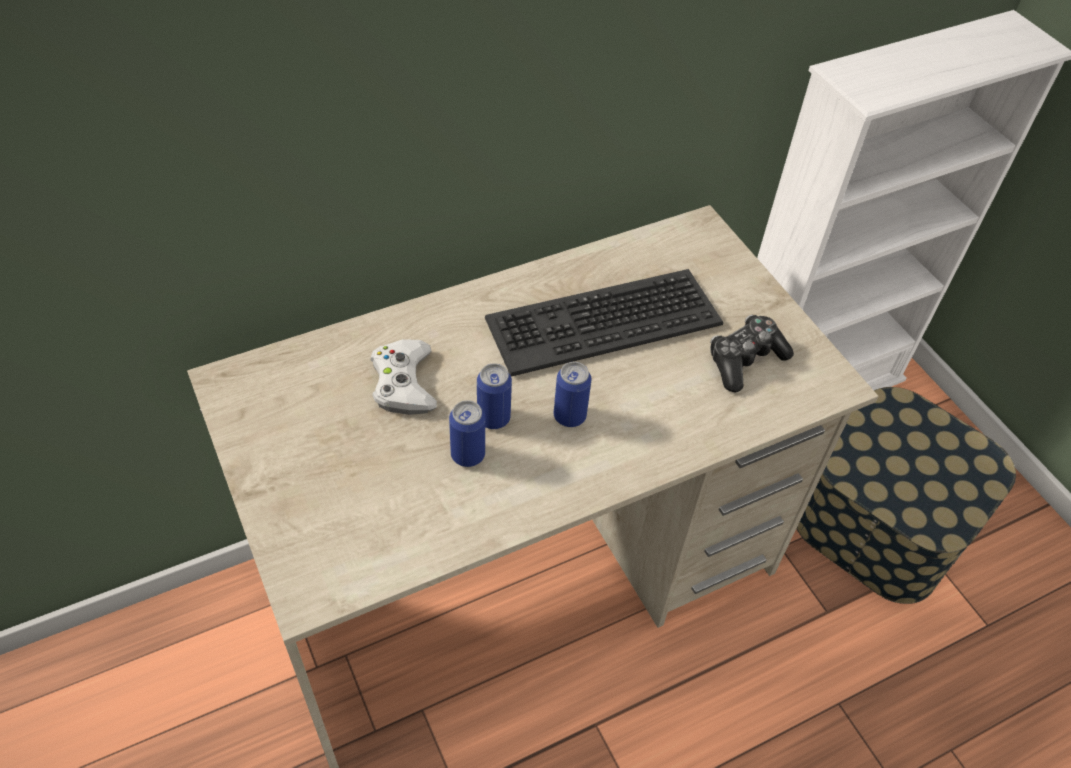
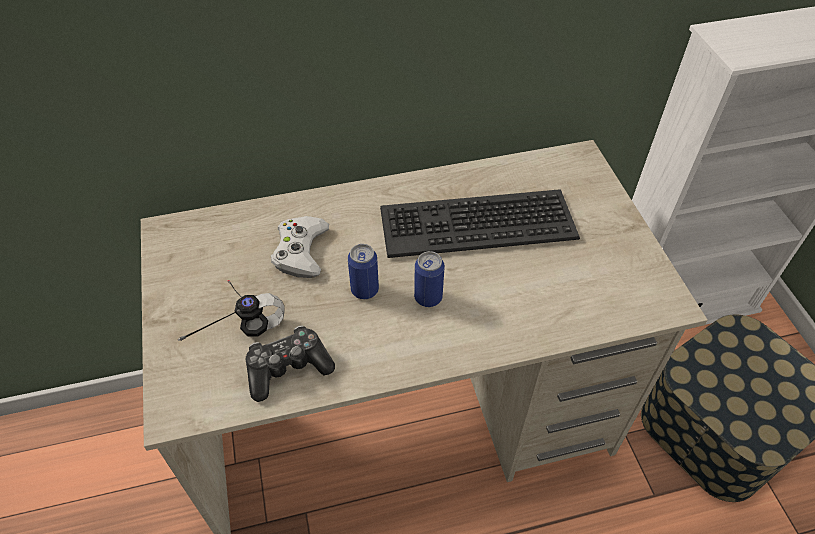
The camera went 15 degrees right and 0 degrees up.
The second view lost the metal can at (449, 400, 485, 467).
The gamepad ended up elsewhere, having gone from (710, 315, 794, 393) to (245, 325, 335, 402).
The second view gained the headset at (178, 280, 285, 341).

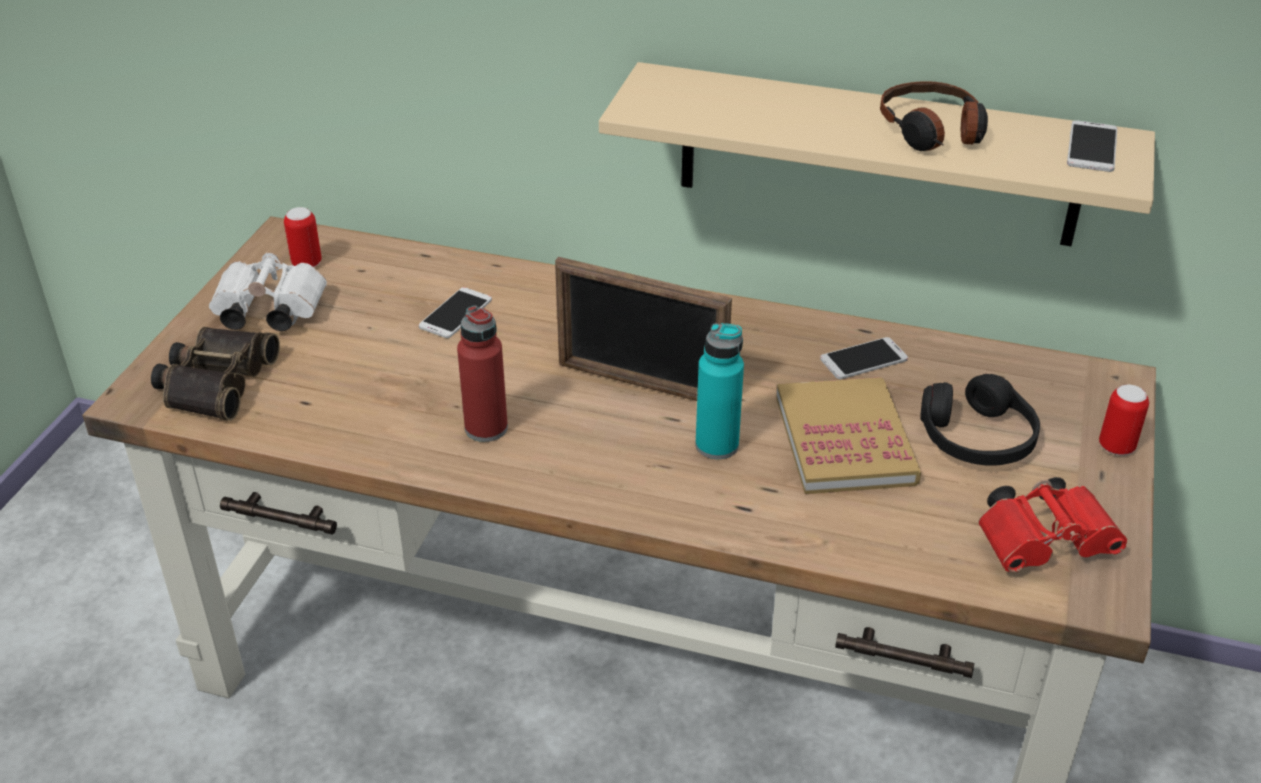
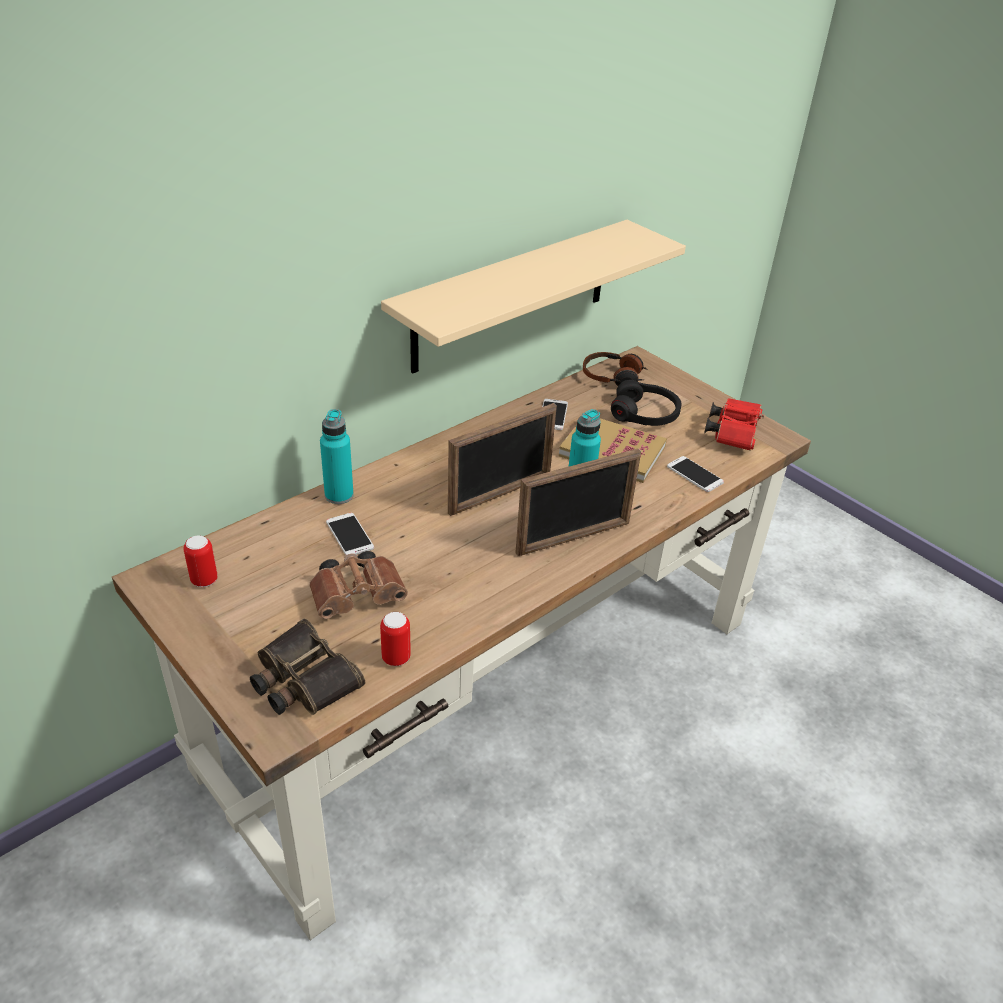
The camera went 60 degrees left and 0 degrees up.
The second view lost the white field glasses at (209, 252, 327, 331).
The second view lost the red bottle at (457, 305, 508, 442).
The headset ended up elsewhere, having gone from (880, 81, 988, 151) to (583, 352, 648, 386).
The handset ended up elsewhere, having gone from (1067, 120, 1117, 172) to (667, 456, 724, 492).
The metal can ended up elsewhere, having gone from (1099, 384, 1149, 456) to (380, 612, 411, 666).
The second view gained the brown field glasses at (309, 551, 408, 619).
The second view gained the turquoise-coloured bottle at (320, 409, 354, 504).
The second view gained the picture frame at (515, 449, 641, 556).

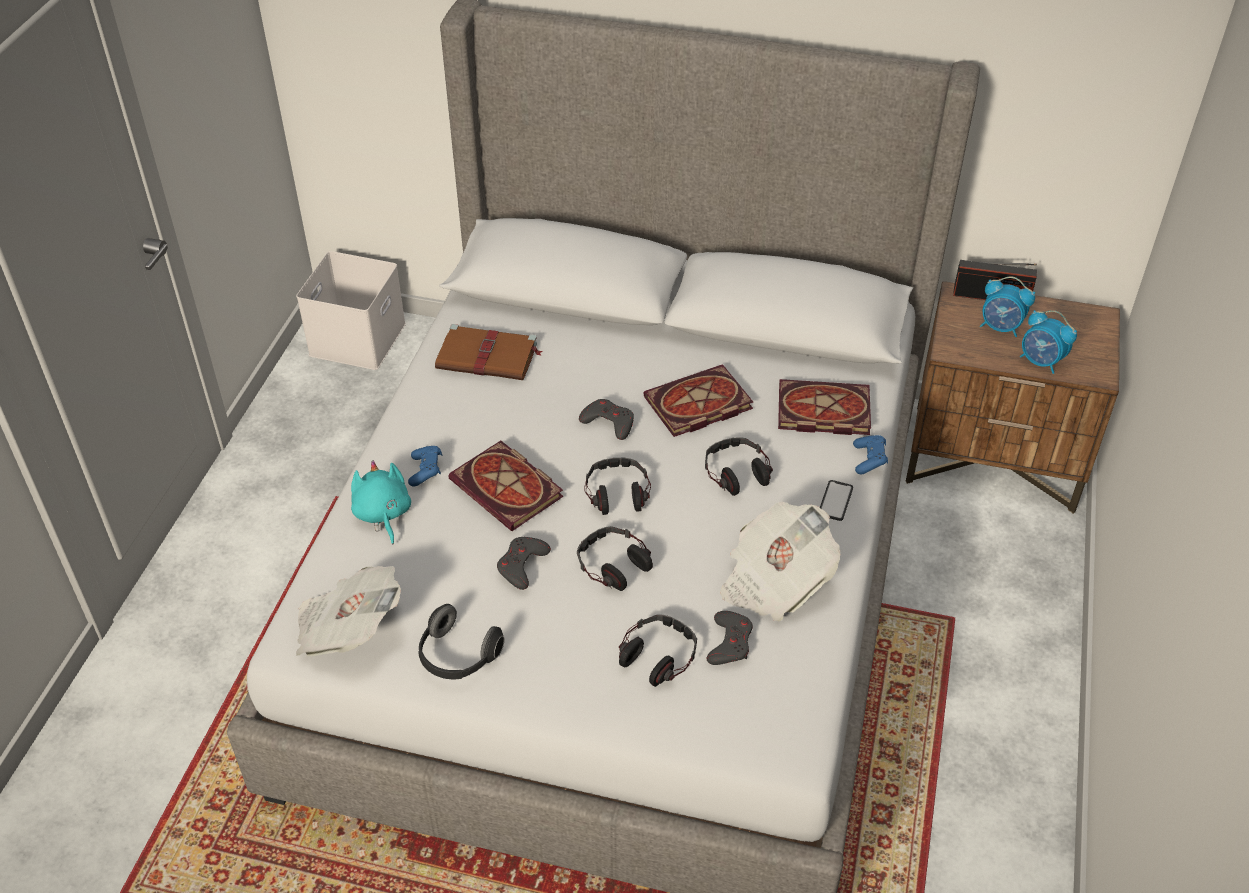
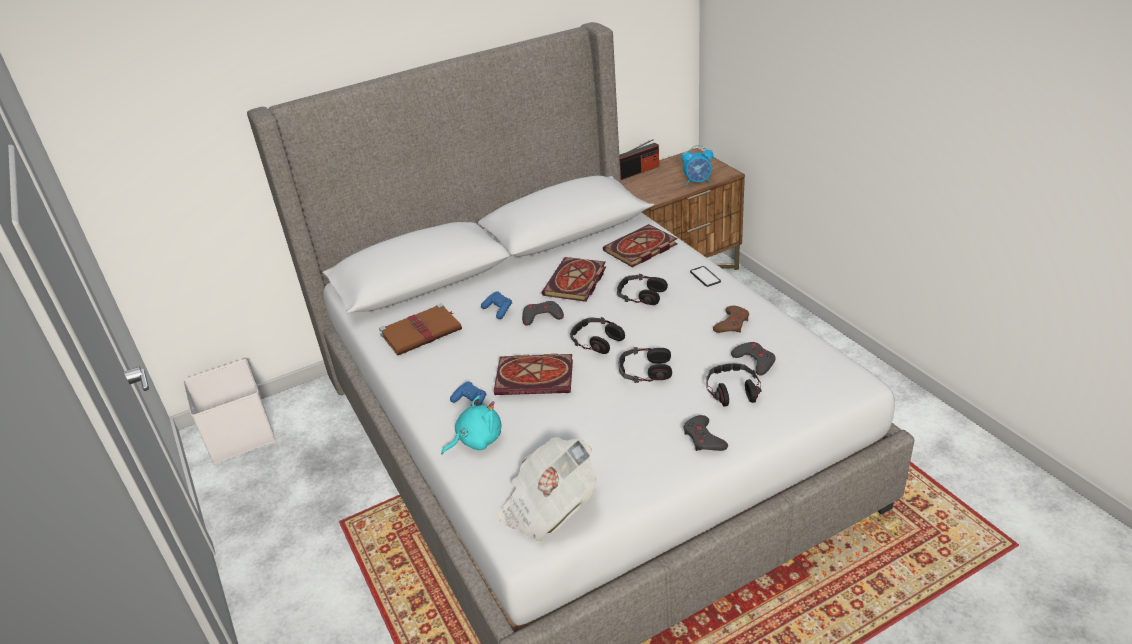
The camera went 40 degrees left and 10 degrees down.
The turquoise-coloured soft toy at (351, 461, 411, 544) ended up facing another way, 120 degrees clockwise from before.
The second view lost the headset at (418, 604, 505, 680).
The gray gamepad ended up elsewhere, having gone from (497, 537, 551, 590) to (684, 415, 728, 451).
Where the printed paper stood at (720, 501, 840, 622), the brown gamepad came to stand at (713, 306, 749, 333).
The blue-coloured gamepad ended up elsewhere, having gone from (853, 435, 888, 474) to (481, 292, 512, 319).
The second view lost the table clock at (980, 277, 1035, 337).

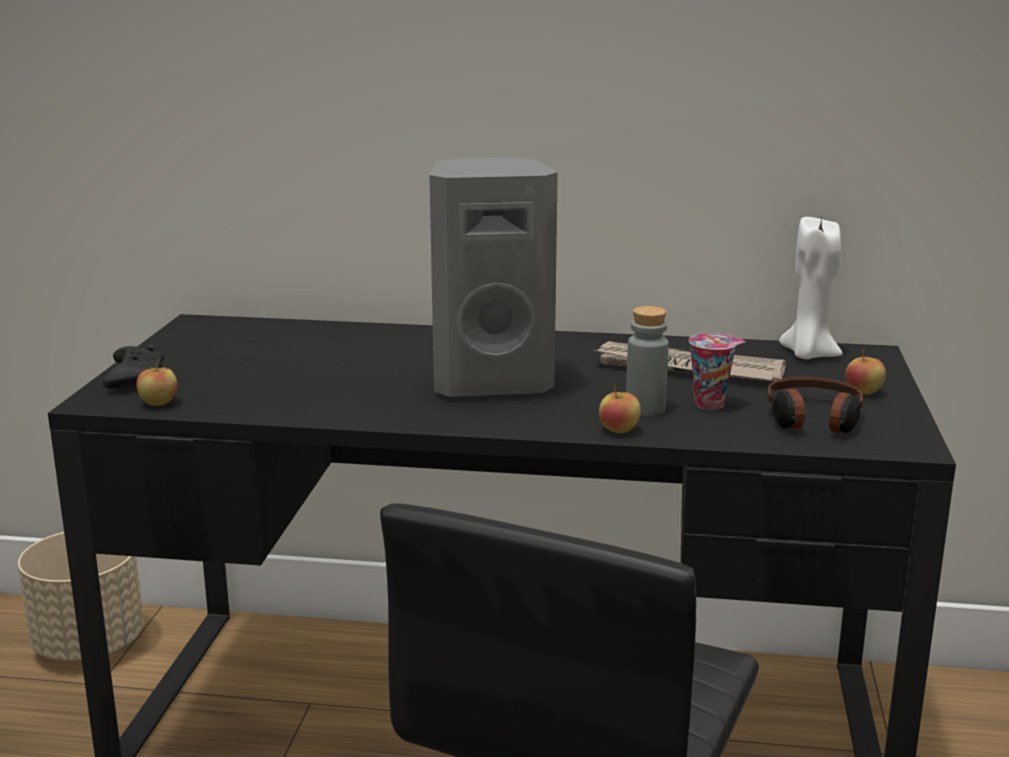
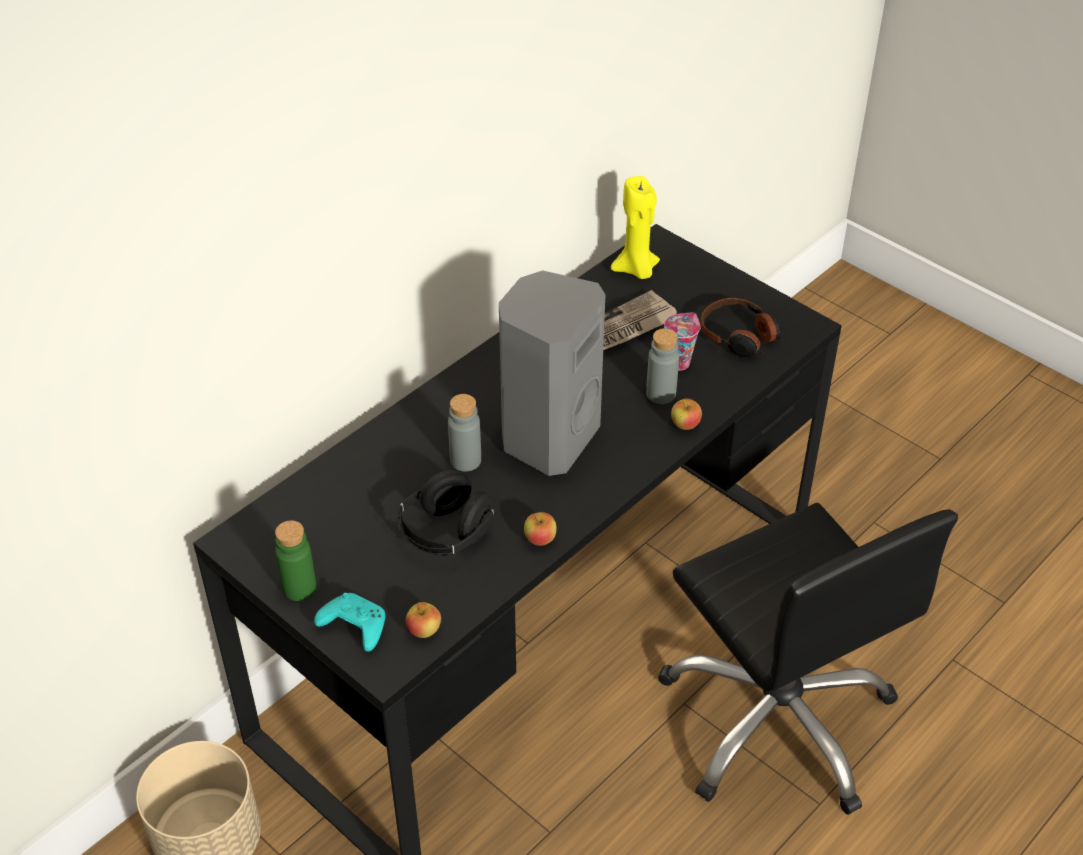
The camera went 55 degrees left and 25 degrees up.
What was the blackish gamepad at (103, 344, 164, 389) turned into the turquoise-coloured gamepad at (314, 593, 385, 652).
What was the white wax light at (779, 217, 843, 359) turned into the yellowish wax light at (611, 176, 660, 279).
The apple ended up elsewhere, having gone from (845, 349, 886, 395) to (524, 512, 557, 546).
The second view gained the green bottle at (275, 520, 316, 601).
The second view gained the blackish headset at (398, 470, 494, 556).
The second view gained the gray bottle at (448, 394, 481, 471).

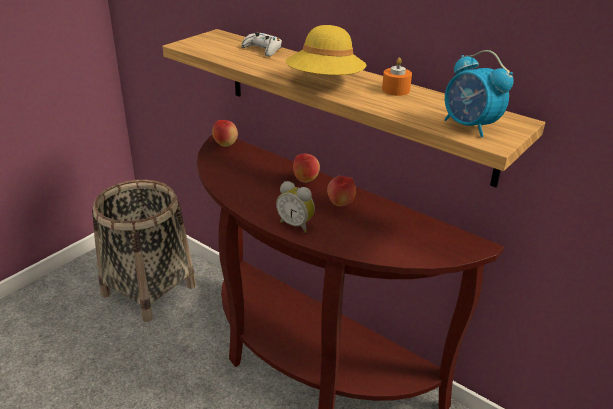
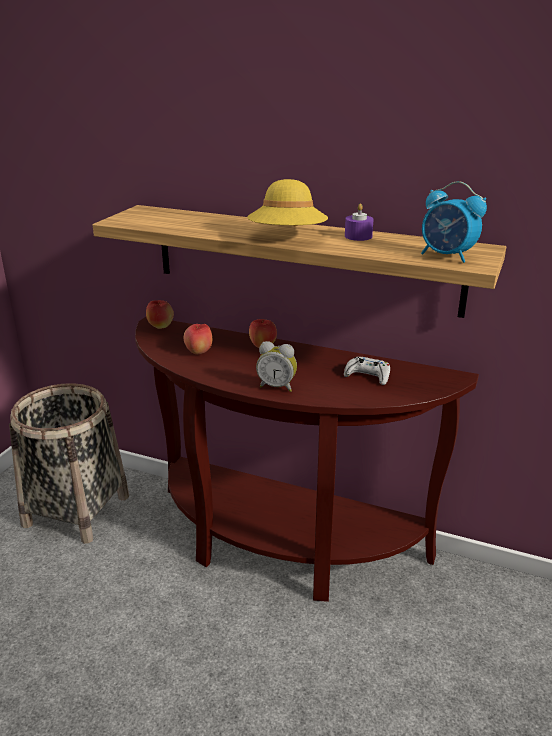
The camera went 15 degrees left and 5 degrees down.
The white gamepad ended up elsewhere, having gone from (241, 32, 282, 57) to (344, 357, 390, 385).
The apple ended up elsewhere, having gone from (327, 176, 356, 206) to (184, 324, 212, 354).
What was the orange-coloured wax light at (382, 58, 412, 96) turned into the purplish wax light at (345, 203, 374, 241).

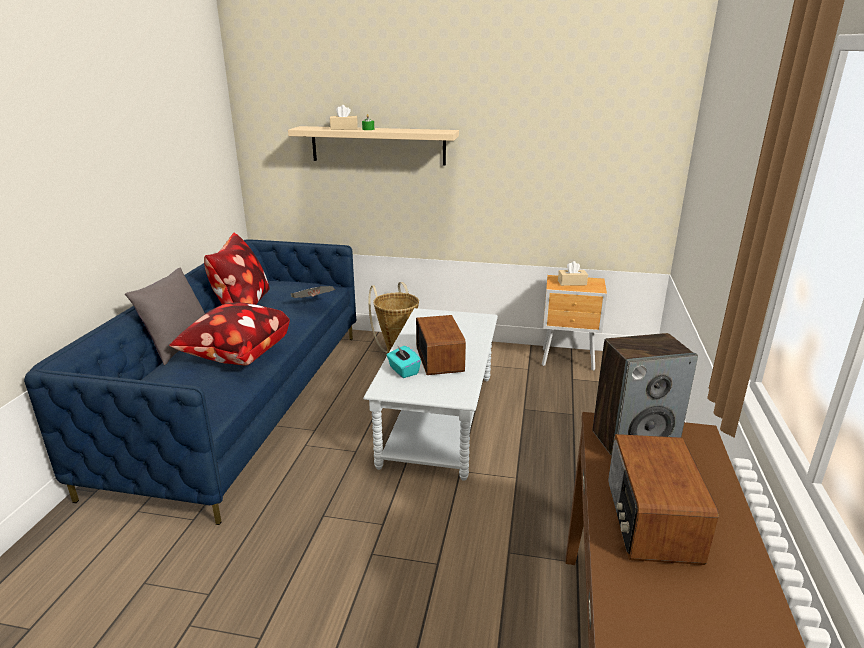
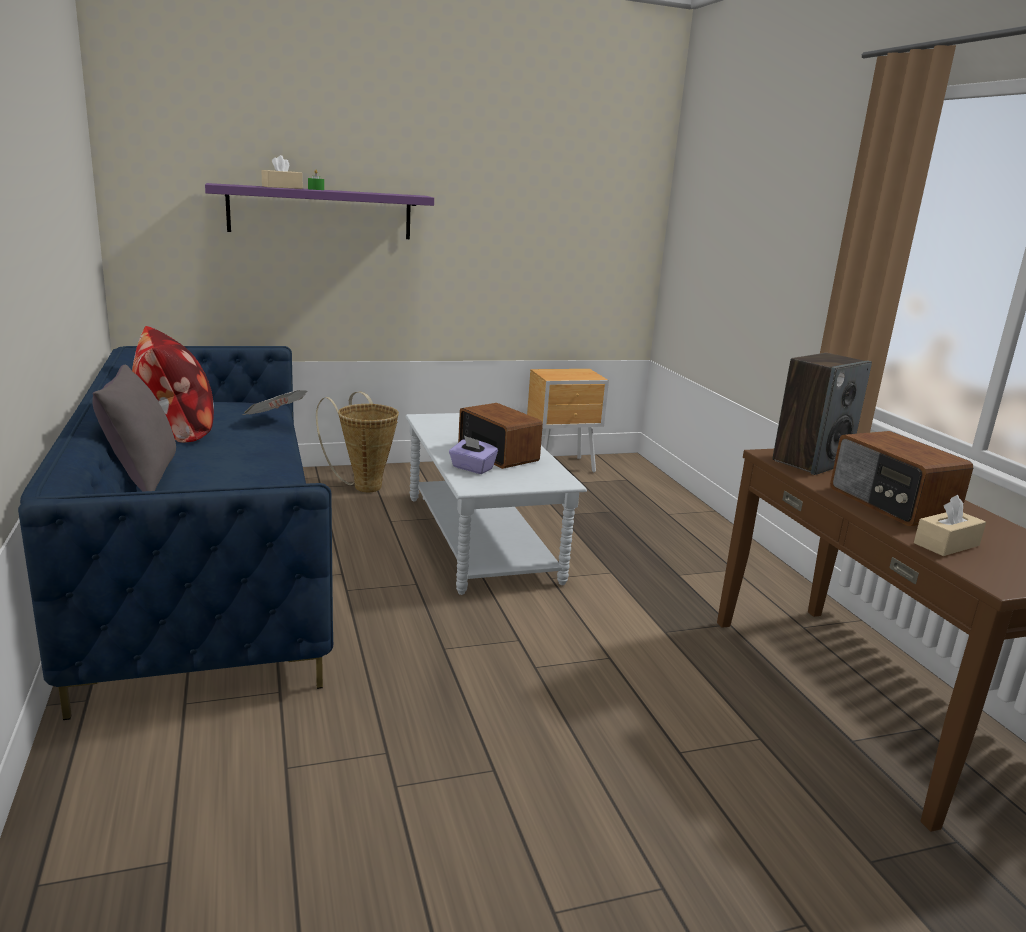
The camera went 30 degrees left and 5 degrees down.
The second view lost the throw pillow at (170, 303, 290, 365).
What was the sand-coloured wall shelf at (288, 126, 459, 166) turned into the purplish wall shelf at (205, 183, 434, 239).
What was the turquoise-coloured tissue holder at (387, 345, 421, 378) turned into the purplish tissue holder at (449, 436, 498, 474).
The sand-coloured tissue holder ended up elsewhere, having gone from (558, 261, 588, 286) to (914, 495, 986, 556).

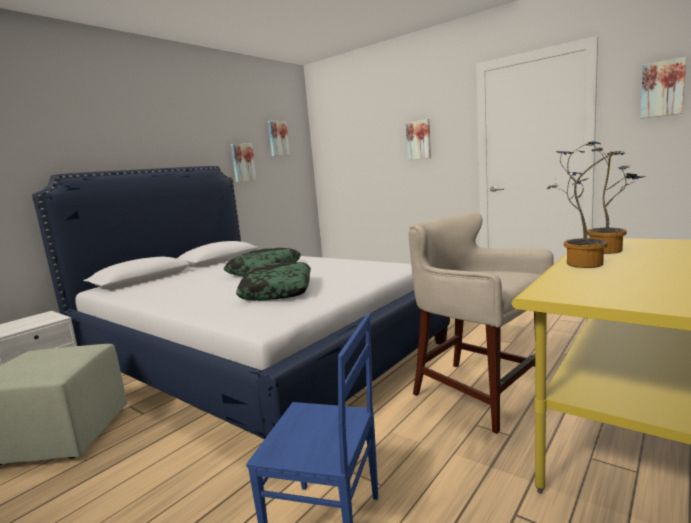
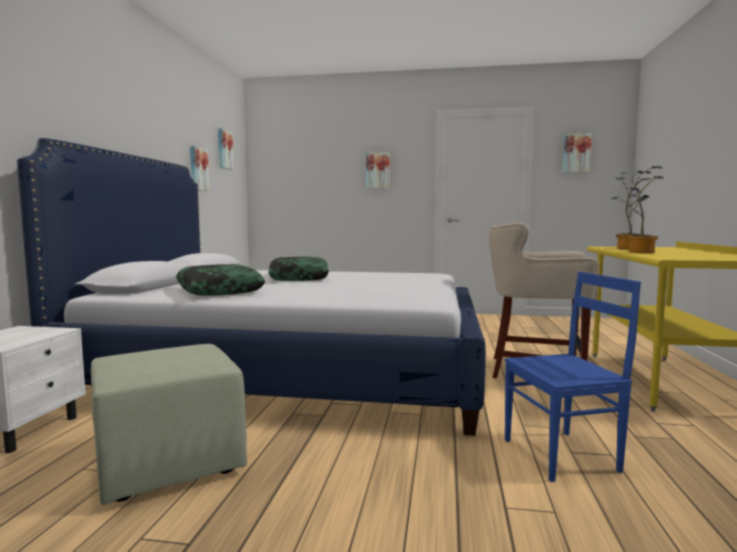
The camera went 30 degrees left and 5 degrees down.
The throw pillow ended up elsewhere, having gone from (236, 262, 311, 301) to (176, 264, 265, 296).

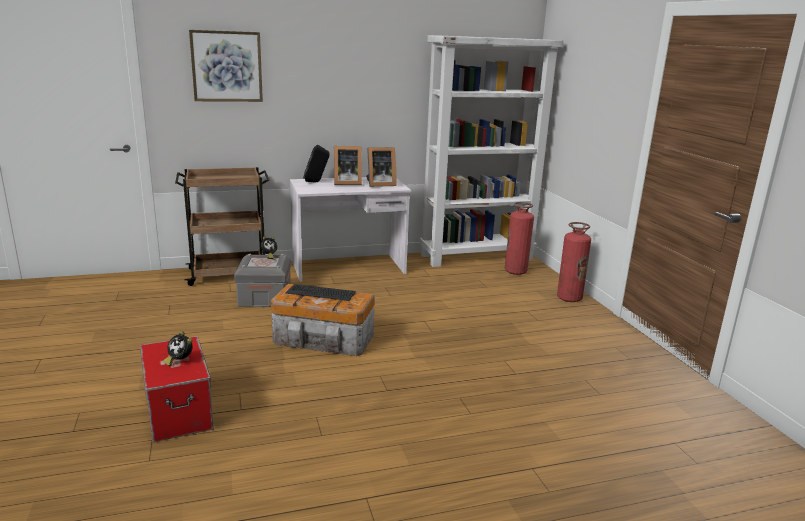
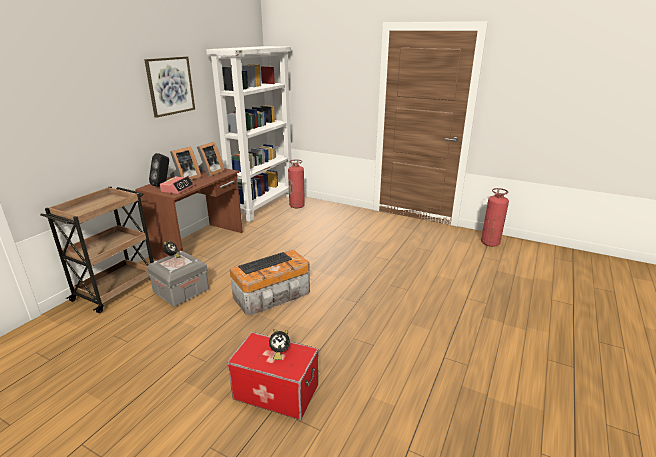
The camera went 45 degrees left and 5 degrees up.
The picture ended up elsewhere, having gone from (189, 30, 263, 102) to (144, 56, 195, 118).
What was the white desk unit at (290, 177, 411, 282) turned into the brown desk unit at (135, 168, 243, 260).
The fire extinguisher ended up elsewhere, having gone from (557, 222, 591, 302) to (481, 188, 509, 247).
The second view gained the table clock at (160, 176, 194, 194).

